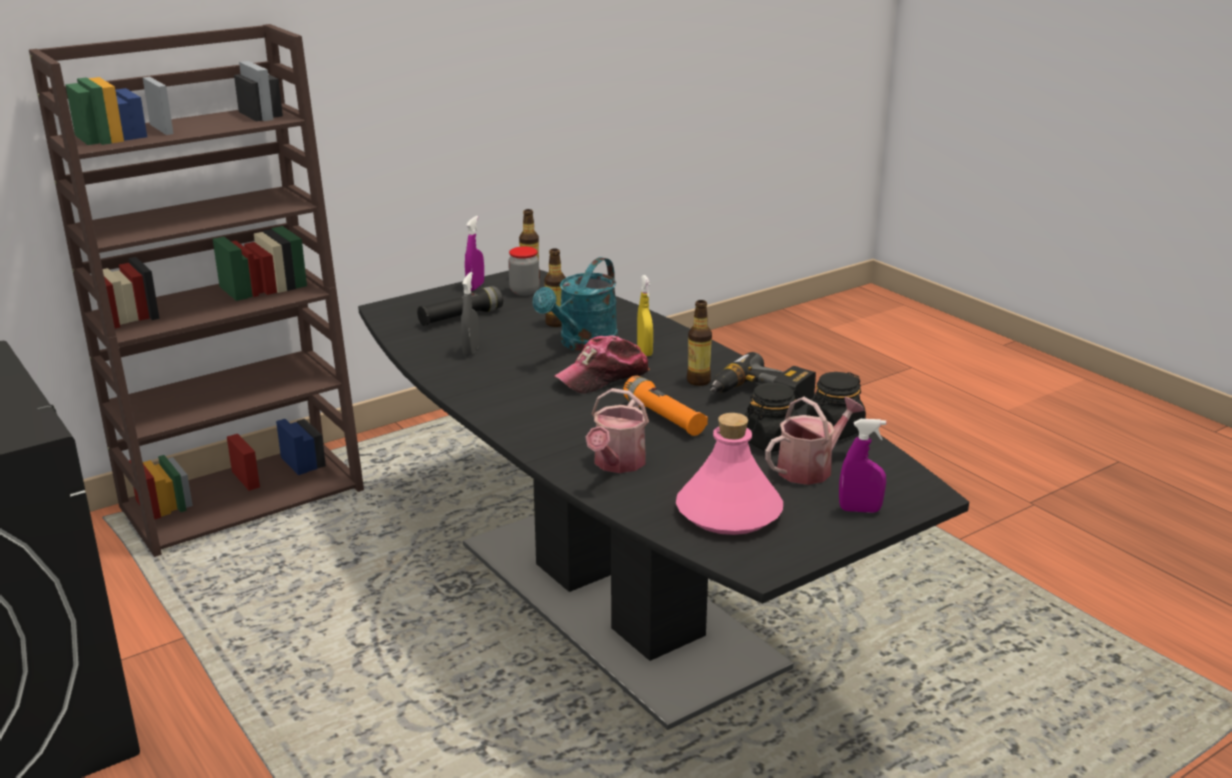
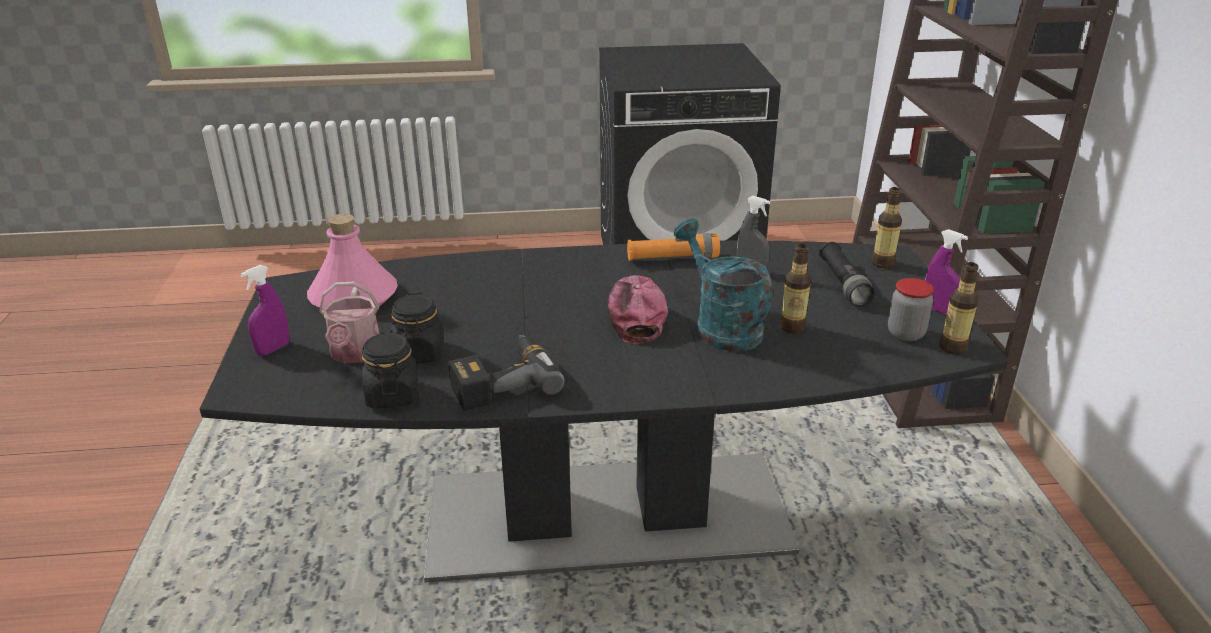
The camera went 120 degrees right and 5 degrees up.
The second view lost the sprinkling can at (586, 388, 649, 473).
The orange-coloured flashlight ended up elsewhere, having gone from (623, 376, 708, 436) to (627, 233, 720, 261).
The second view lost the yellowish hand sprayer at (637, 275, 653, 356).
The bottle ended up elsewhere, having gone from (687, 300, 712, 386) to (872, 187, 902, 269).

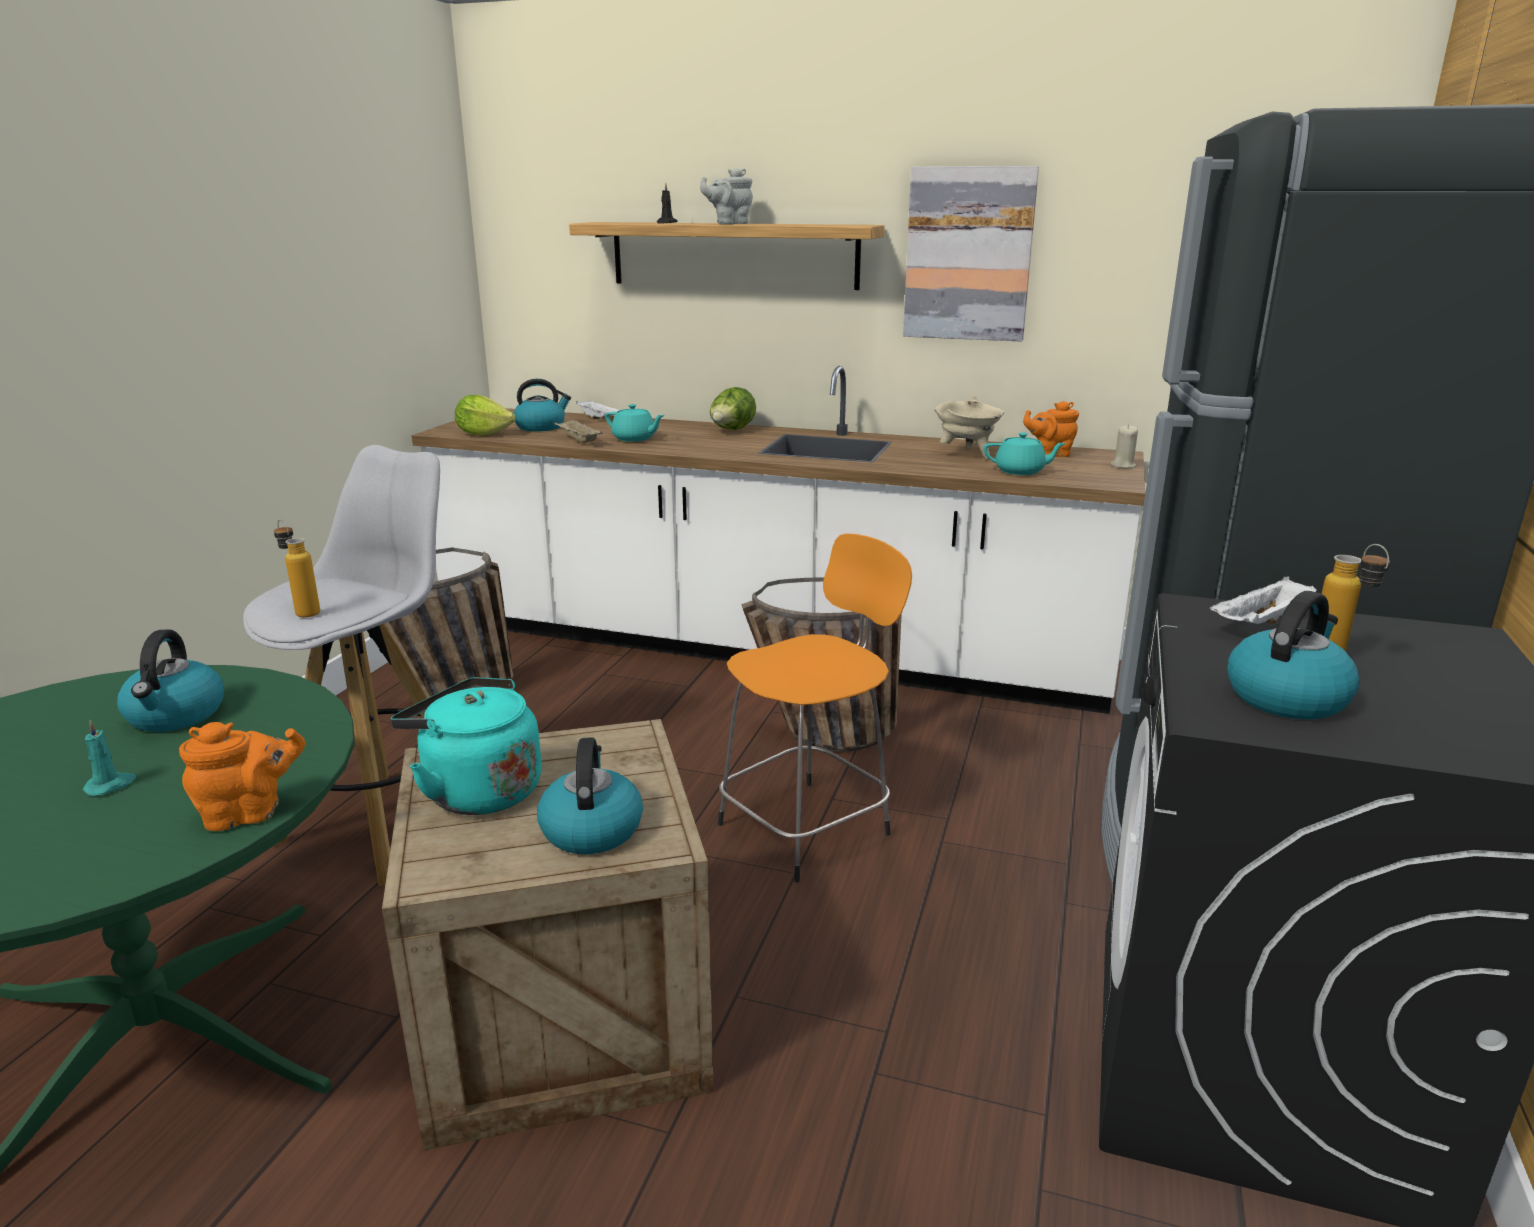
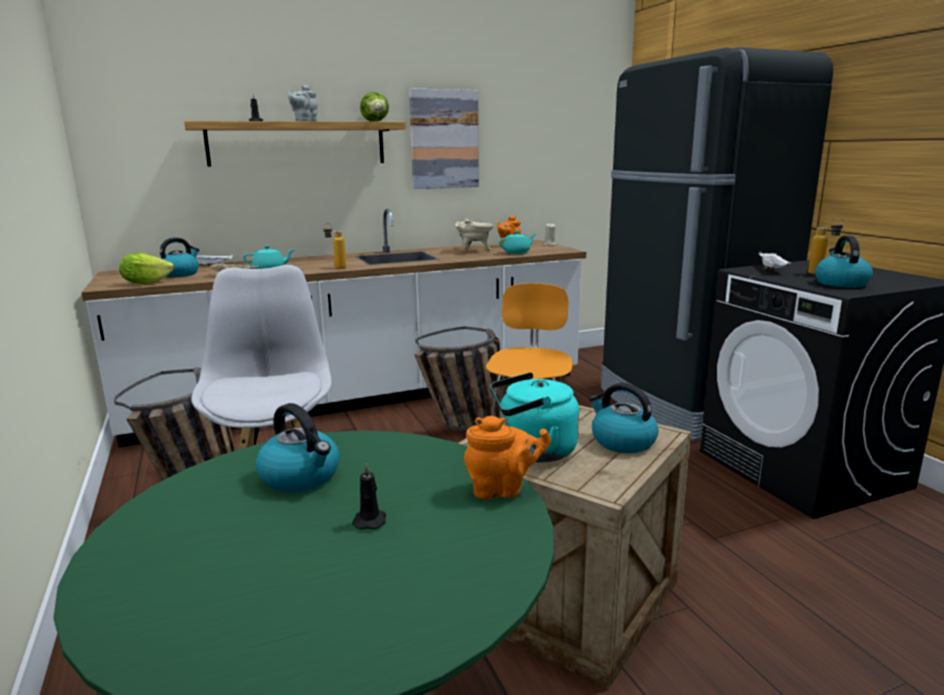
The camera went 40 degrees left and 5 degrees down.
What was the turquoise-coloured wax light at (83, 720, 136, 796) turned into the blackish wax light at (352, 463, 386, 530).
The orange-coloured pot for tea at (179, 722, 305, 831) ended up facing another way, 60 degrees clockwise from before.
The bottle ended up elsewhere, having gone from (274, 519, 320, 617) to (323, 223, 346, 269).
The head of lettuce ended up elsewhere, having gone from (710, 387, 756, 430) to (360, 92, 389, 122).

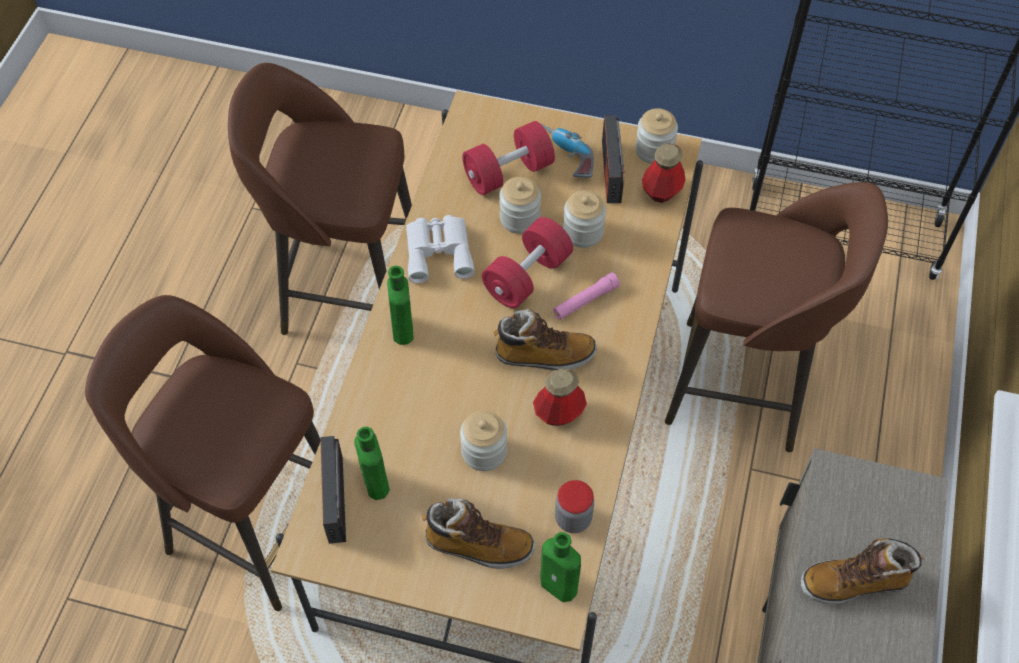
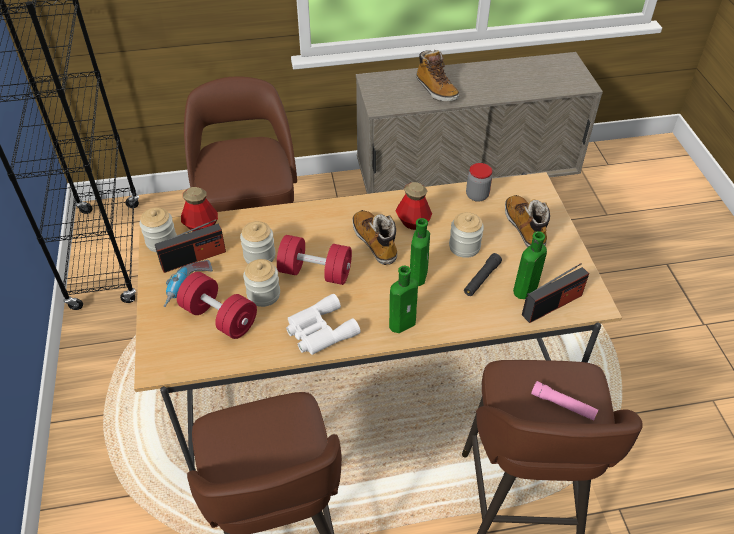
The camera went 115 degrees left and 10 degrees down.
The green bottle ended up elsewhere, having gone from (540, 532, 581, 602) to (410, 218, 430, 286).
The pink-coloured flashlight ended up elsewhere, having gone from (553, 272, 620, 320) to (531, 381, 598, 421).
The second view gained the blackish flashlight at (464, 253, 502, 296).

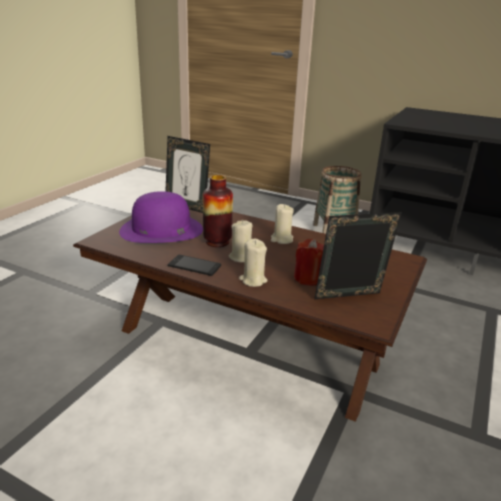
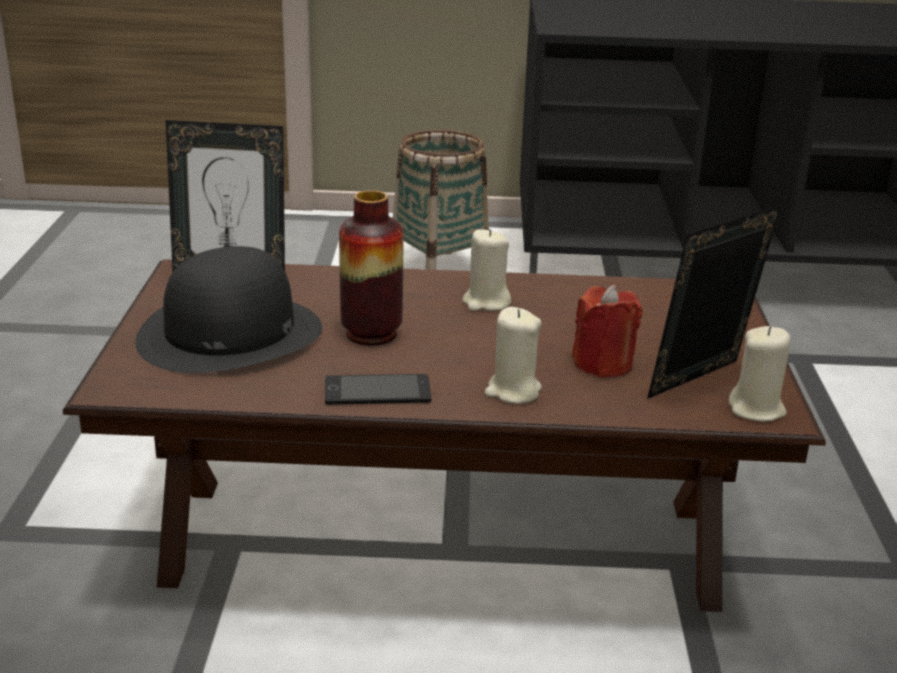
The camera went 25 degrees left and 0 degrees up.
What was the purplish clothing hat at (119, 191, 203, 243) turned into the blackish clothing hat at (135, 246, 322, 373).
The sand-coloured wax light ended up elsewhere, having gone from (229, 220, 252, 262) to (729, 326, 790, 422).

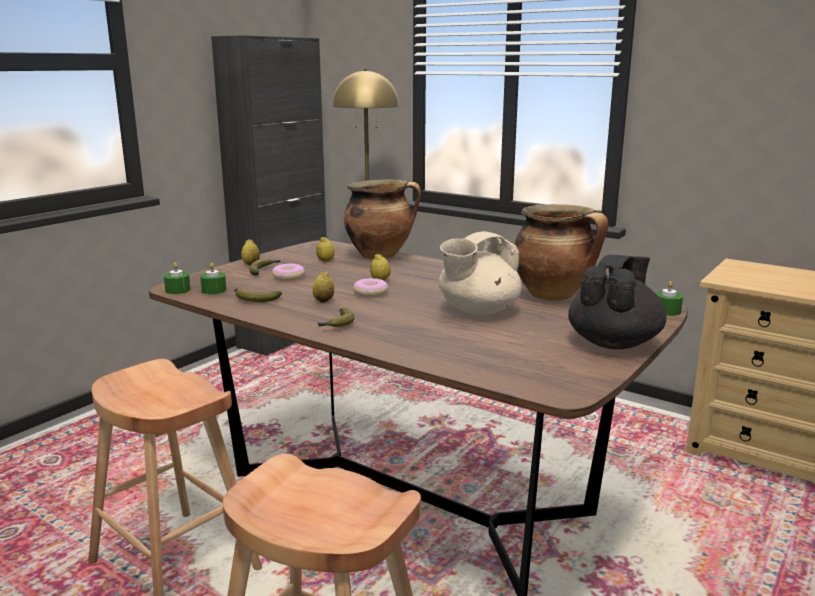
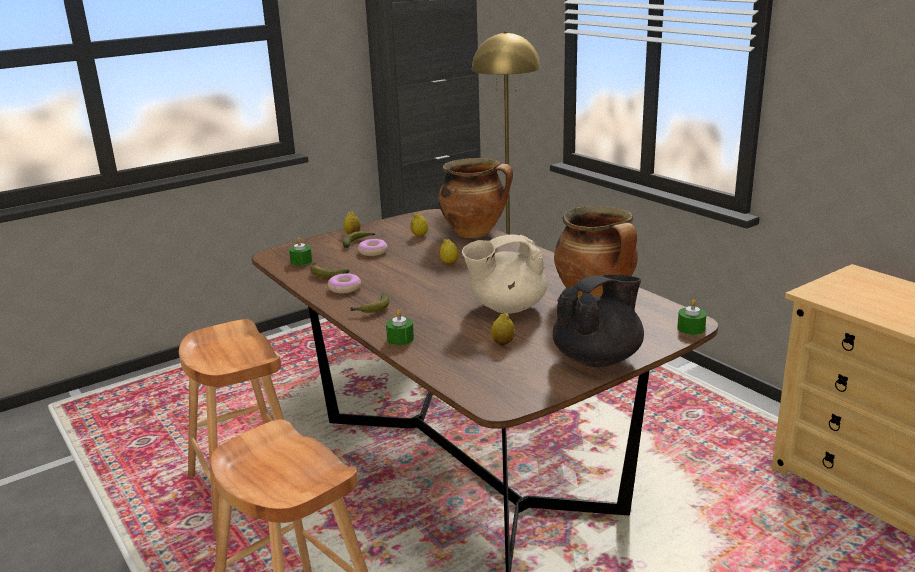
The camera went 20 degrees right and 5 degrees up.
The green wax light ended up elsewhere, having gone from (164, 262, 191, 294) to (386, 310, 414, 345).
The lemon ended up elsewhere, having gone from (312, 271, 334, 303) to (491, 313, 515, 346).
The donut ended up elsewhere, having gone from (353, 278, 388, 297) to (328, 273, 361, 293).

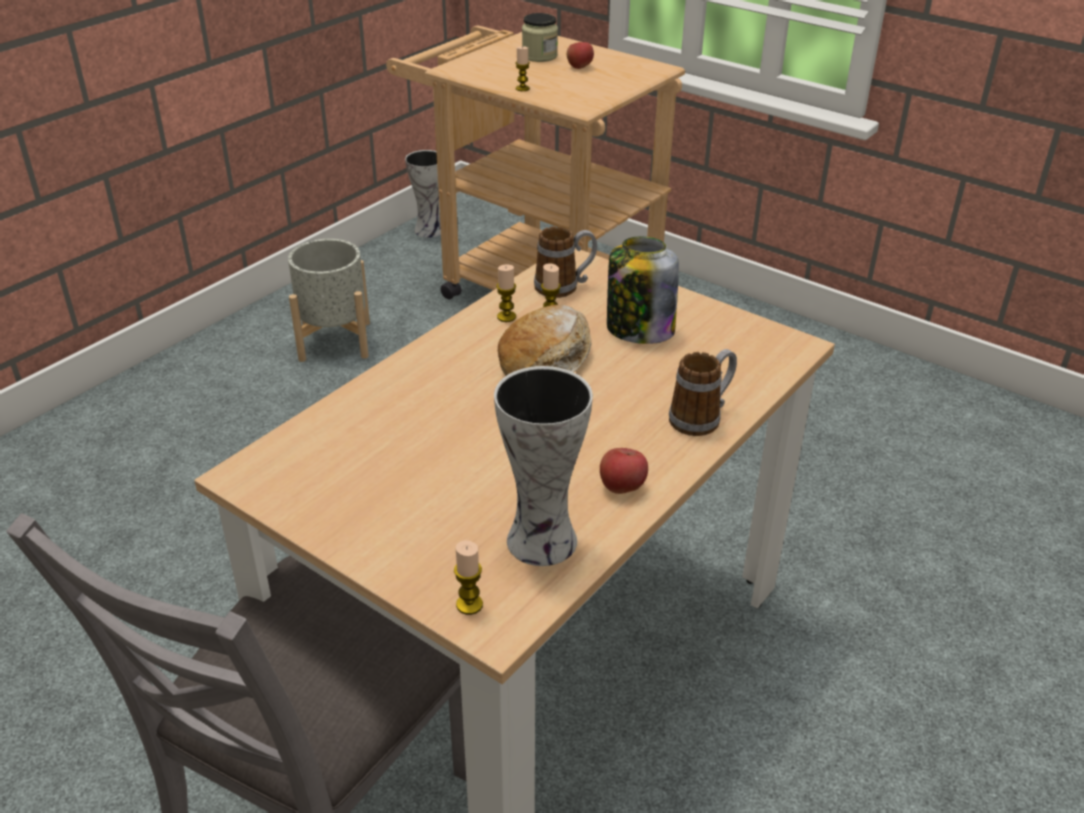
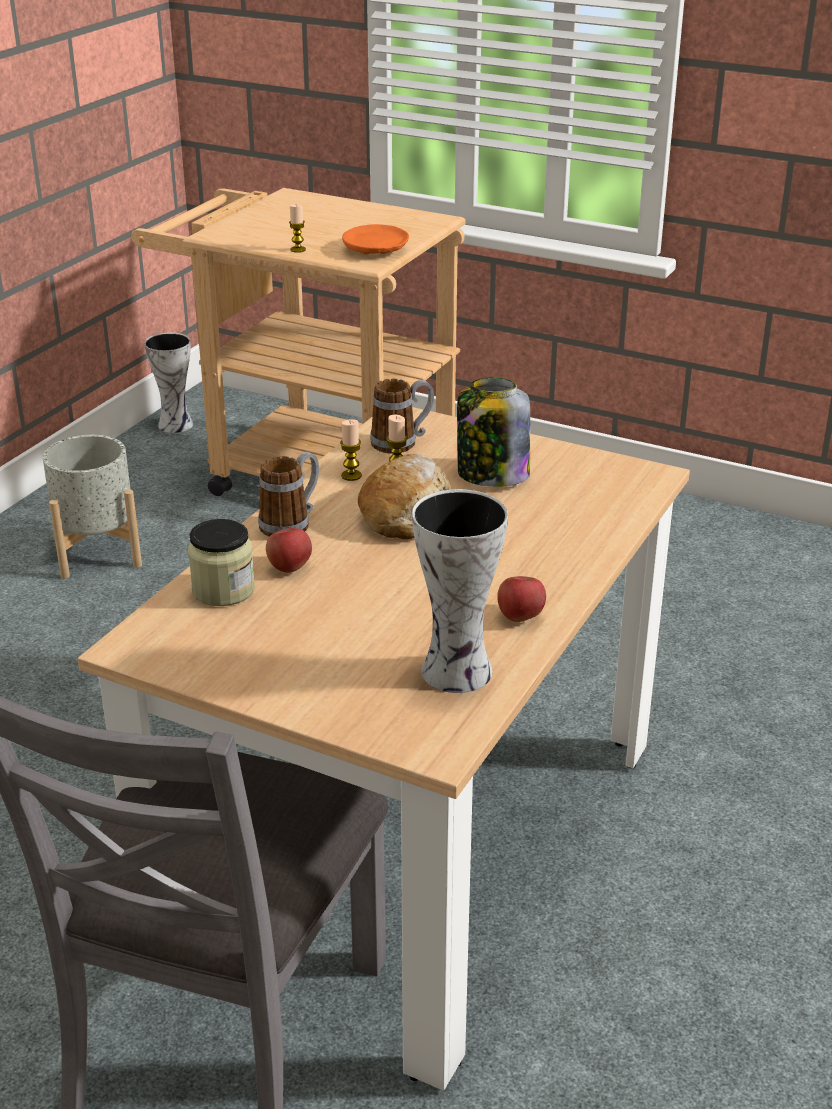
The camera went 10 degrees left and 5 degrees down.
The second view lost the wax light at (454, 540, 483, 615).
The storage jar ended up elsewhere, having gone from (522, 13, 558, 62) to (188, 519, 255, 606).
The apple ended up elsewhere, having gone from (567, 42, 594, 69) to (266, 528, 312, 573).
The tea mug ended up elsewhere, having gone from (669, 349, 737, 436) to (258, 452, 319, 537).
The second view gained the orange-coloured dinner plate at (342, 224, 409, 254).

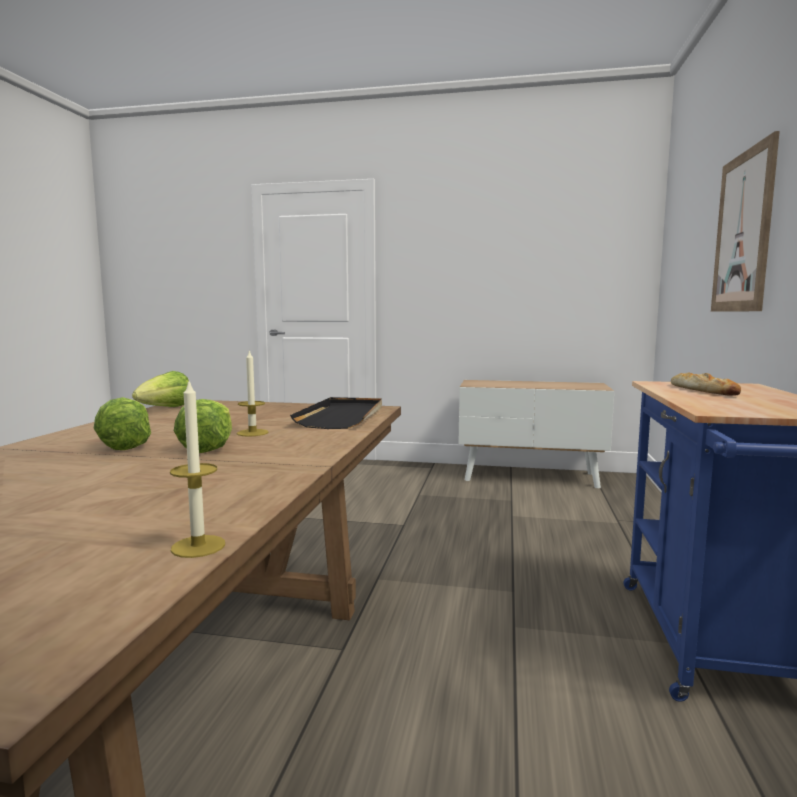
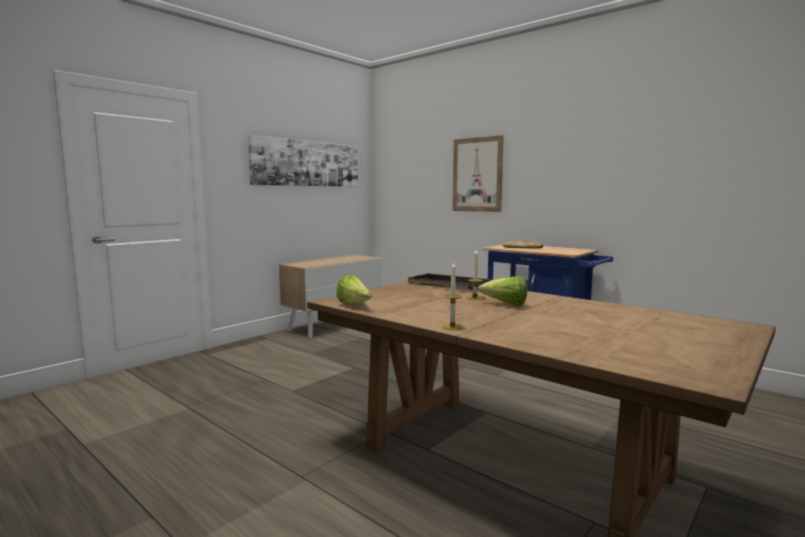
The camera went 60 degrees left and 0 degrees up.
The second view lost the head of lettuce at (94, 397, 151, 450).
The wax light ended up elsewhere, having gone from (170, 379, 225, 558) to (442, 261, 463, 330).
The second view gained the picture at (248, 135, 358, 187).

